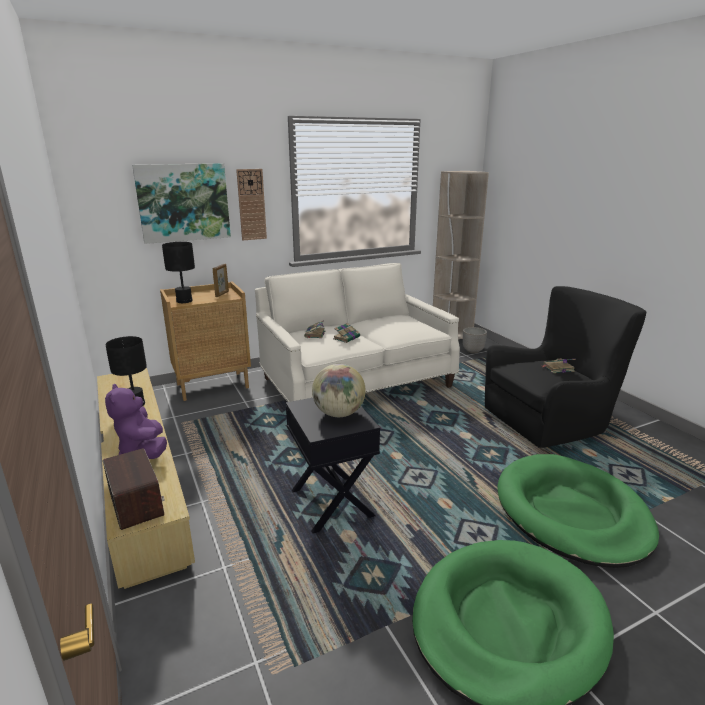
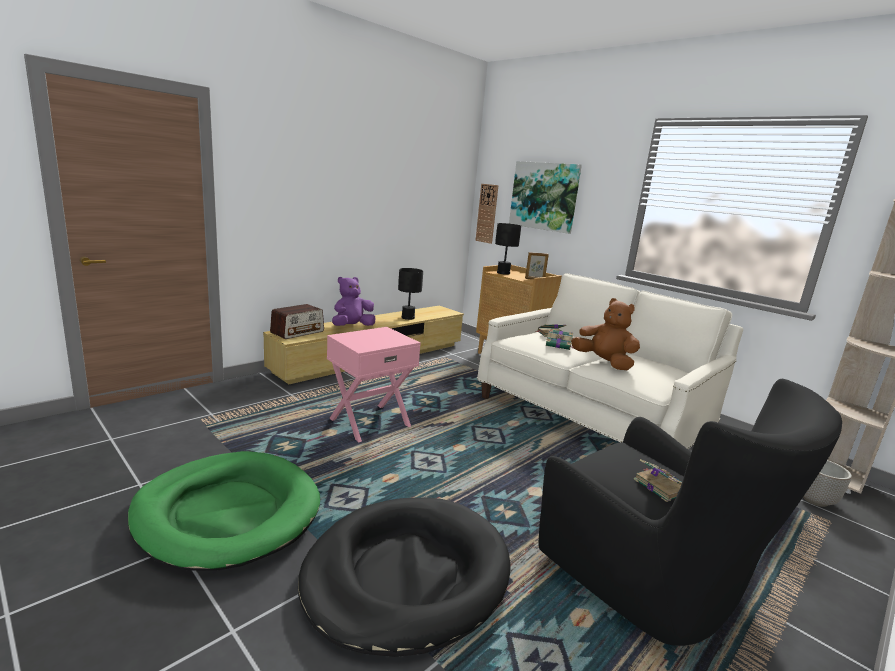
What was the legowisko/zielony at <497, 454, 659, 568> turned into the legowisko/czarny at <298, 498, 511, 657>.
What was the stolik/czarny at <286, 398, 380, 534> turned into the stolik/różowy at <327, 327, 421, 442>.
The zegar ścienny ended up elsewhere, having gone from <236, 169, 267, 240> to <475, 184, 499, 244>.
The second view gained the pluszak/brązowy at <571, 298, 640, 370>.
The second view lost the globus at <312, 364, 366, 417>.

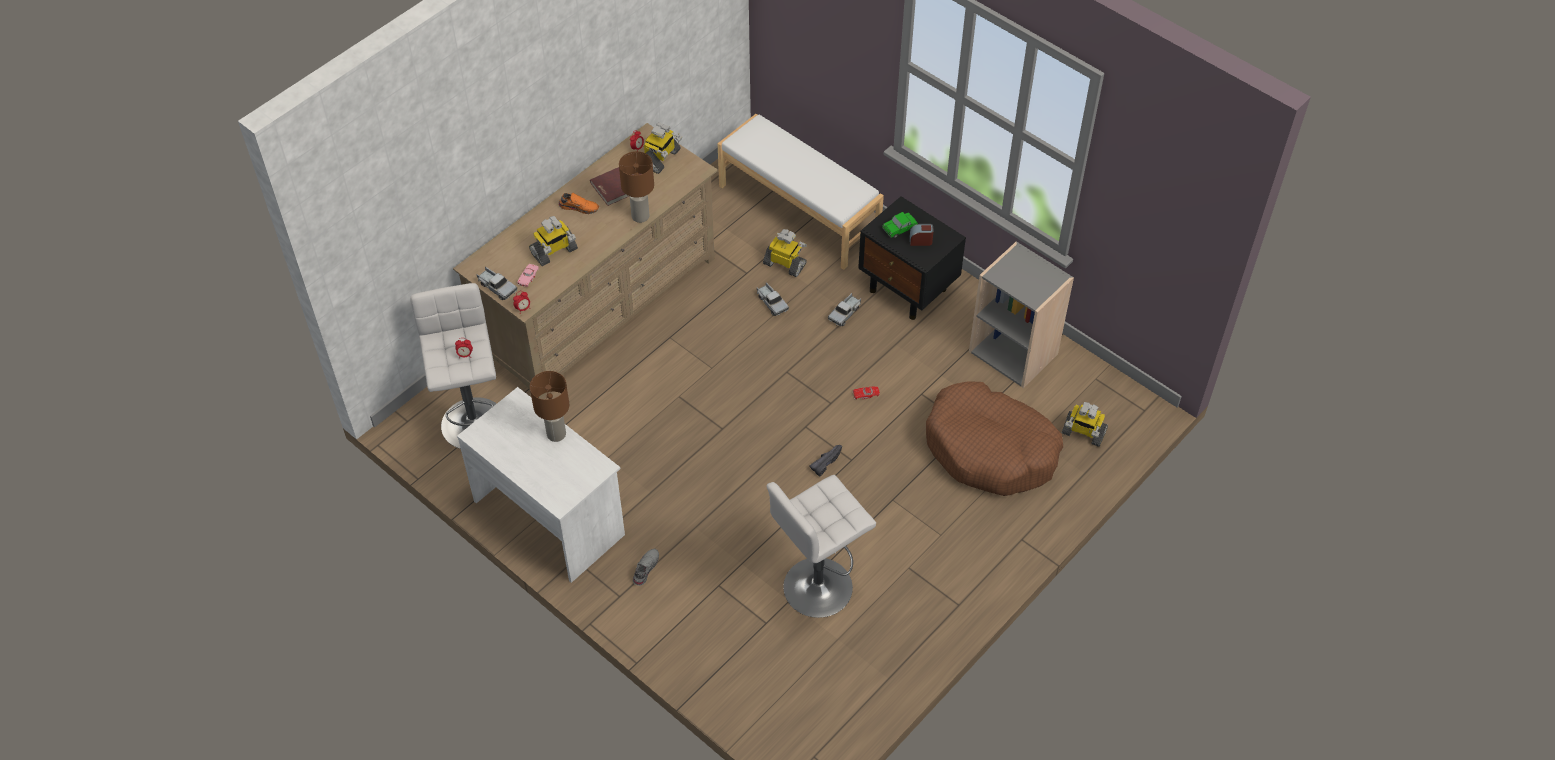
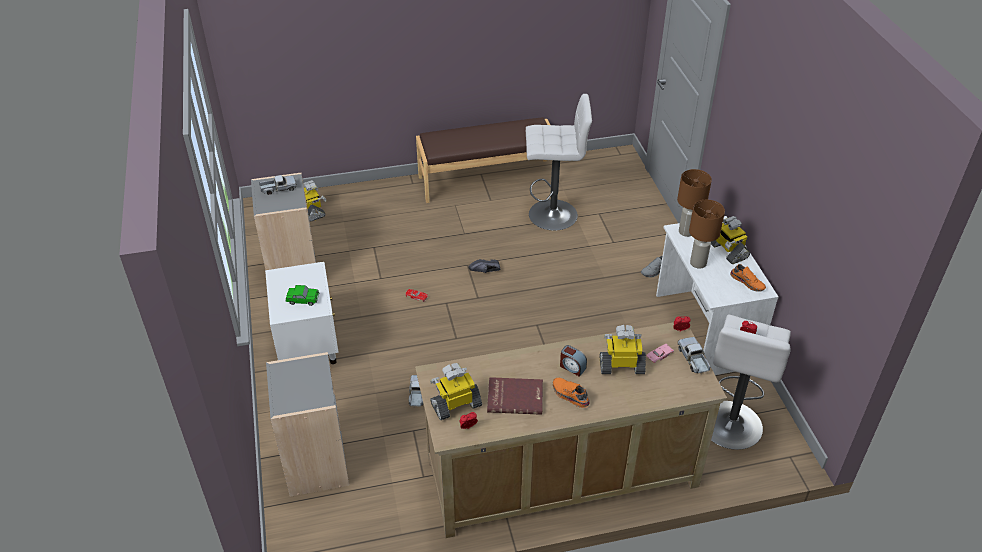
The ciężarówka zabawkowa ended up elsewhere, having gone from <828, 293, 861, 326> to <259, 175, 297, 195>.
What was the szafka nocna/czarny at <858, 196, 966, 320> turned into the szafka nocna/biały at <265, 262, 339, 364>.
Where the ławka/biały stood at <718, 114, 884, 270>, the regał/szary came to stand at <266, 352, 349, 497>.
The second view gained the ławka/brązowy at <416, 117, 550, 203>.
The budzik ended up elsewhere, having gone from <910, 224, 934, 246> to <560, 345, 587, 377>.
The lampa stołowa/brązowy ended up elsewhere, having gone from <619, 151, 654, 223> to <677, 169, 712, 237>.
The robot zabawkowy ended up elsewhere, having gone from <763, 229, 807, 277> to <711, 216, 750, 264>.
The second view gained the but/pomarańczowy at <730, 264, 766, 292>.
The second view lost the legowisko/brązowy at <926, 382, 1063, 496>.

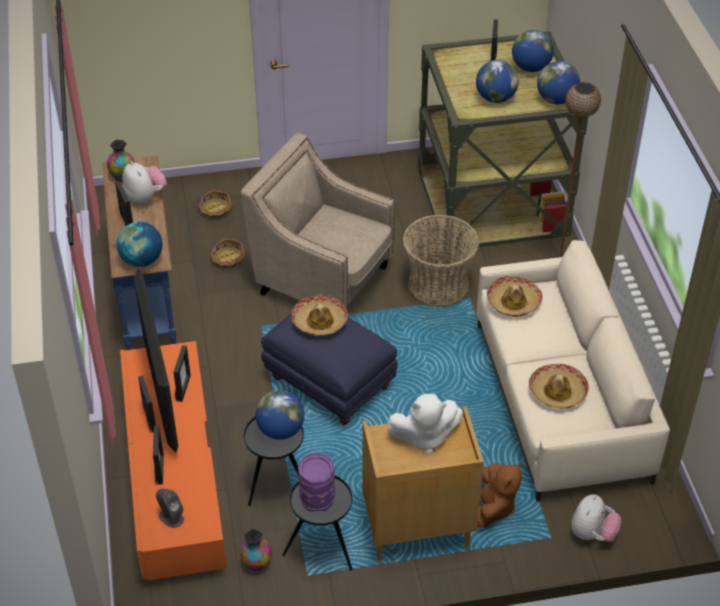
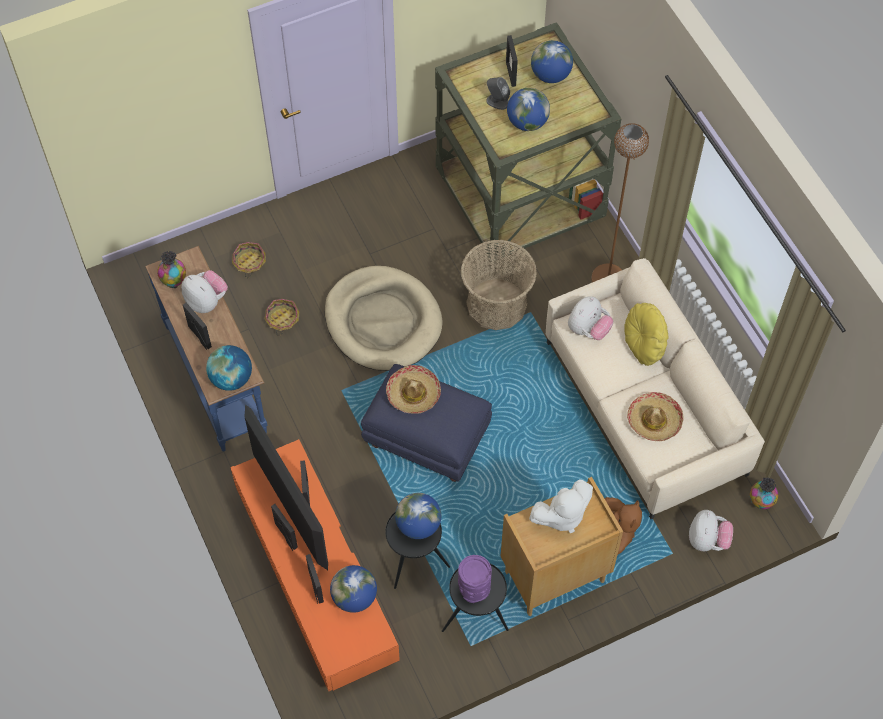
Where the fotel/beżowy stood at <241, 133, 395, 309>, the legowisko/beżowy came to stand at <325, 266, 443, 371>.
The globus ended up elsewhere, having gone from <537, 61, 580, 104> to <330, 565, 377, 613>.
The głośnik/szary ended up elsewhere, having gone from <156, 488, 184, 528> to <486, 77, 510, 110>.
Where the kapelusz stood at <487, 276, 543, 317>, the pluszak came to stand at <568, 296, 613, 340>.
The second view gained the poduszka/żółty at <624, 303, 669, 366>.
The wazon ended up elsewhere, having gone from <240, 529, 272, 571> to <750, 478, 778, 509>.

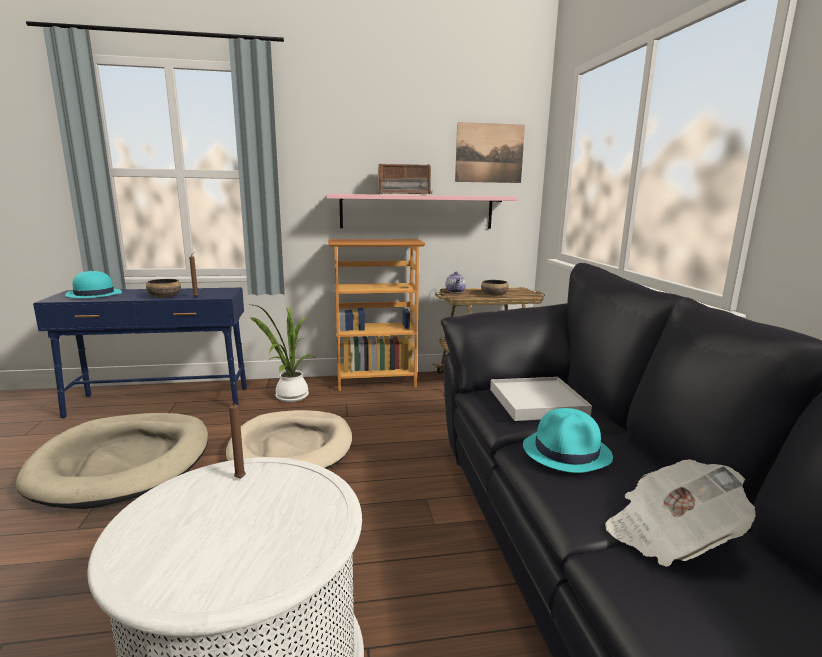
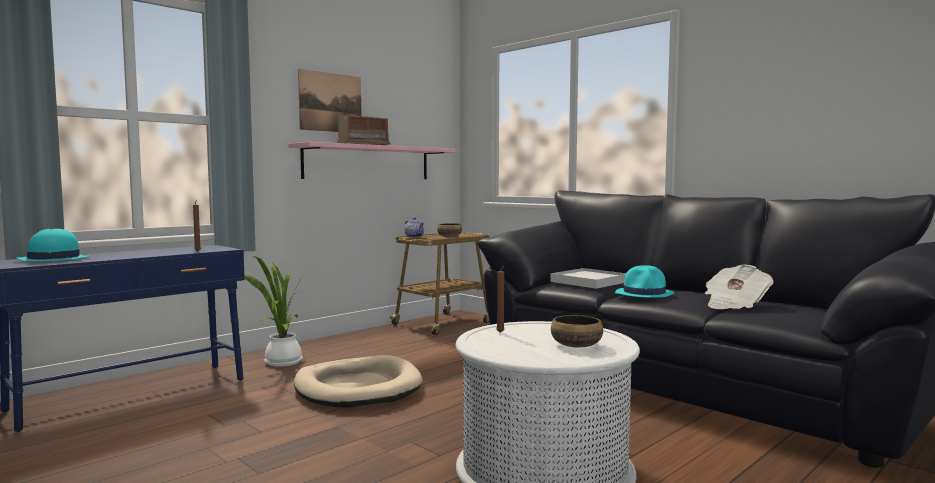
The obraz ended up elsewhere, having gone from <455, 122, 525, 183> to <298, 69, 361, 132>.
The miska ended up elsewhere, having gone from <146, 279, 181, 297> to <551, 315, 603, 347>.
The second view lost the legowisko/beżowy at <16, 413, 208, 509>.
The second view lost the regał at <328, 239, 426, 391>.

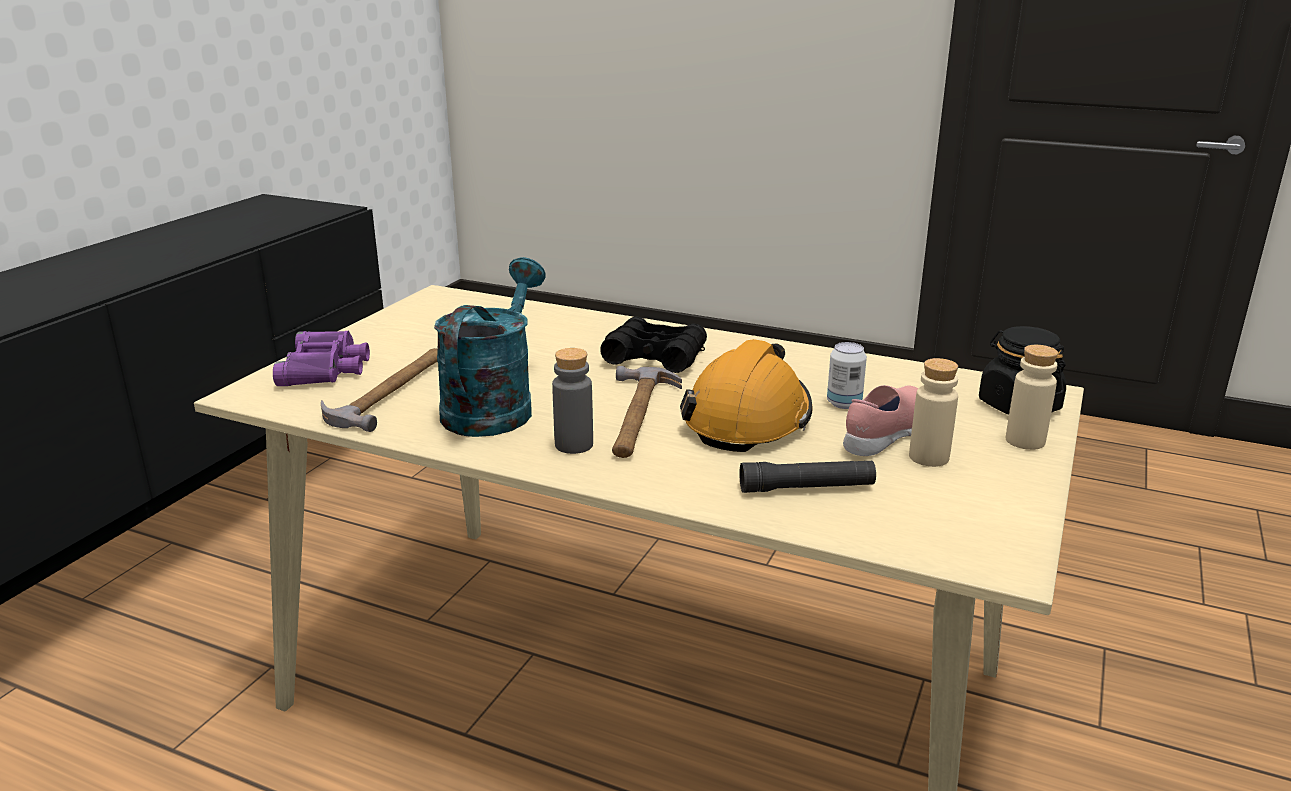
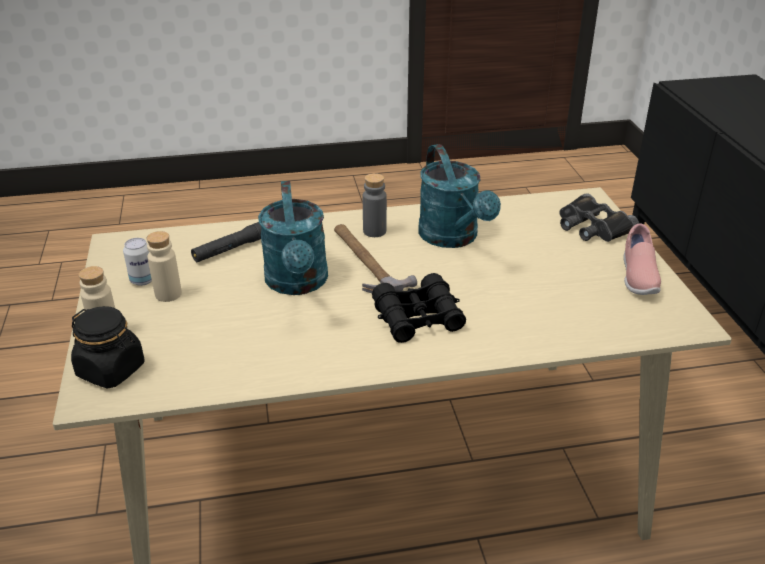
The puszka ended up elsewhere, having gone from <827, 342, 867, 409> to <123, 238, 152, 286>.
Where the kask/pomarańczowy stood at <680, 339, 812, 452>, the konewka/turkusowy came to stand at <258, 181, 328, 295>.
What was the lornetka/fioletowy at <273, 331, 370, 386> turned into the lornetka/czarny at <559, 193, 639, 242>.
The but/różowy ended up elsewhere, having gone from <843, 385, 918, 456> to <623, 224, 661, 295>.
The second view lost the młotek at <321, 348, 438, 432>.

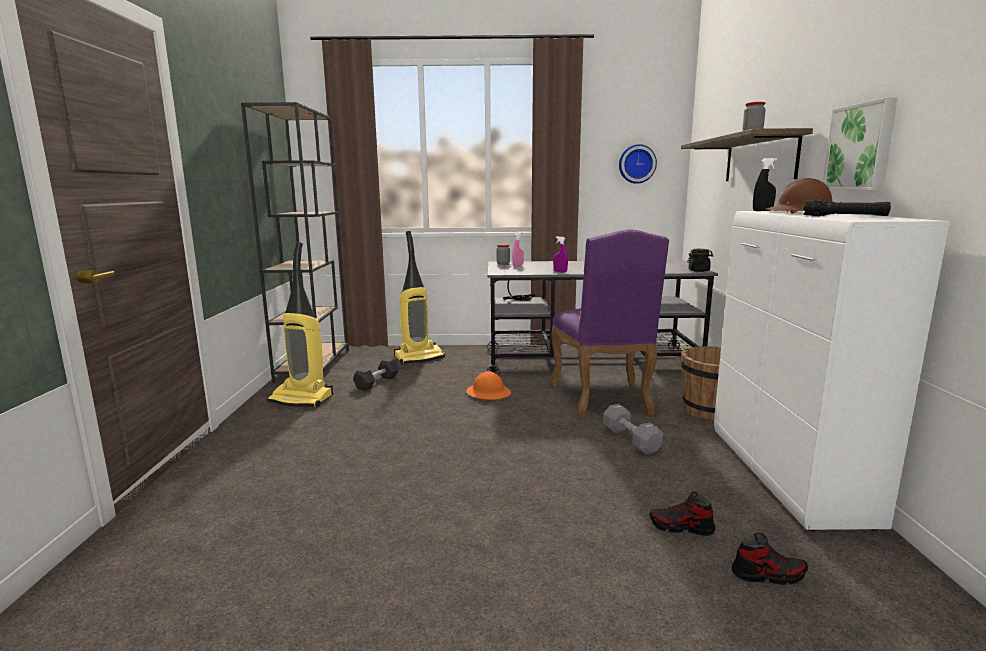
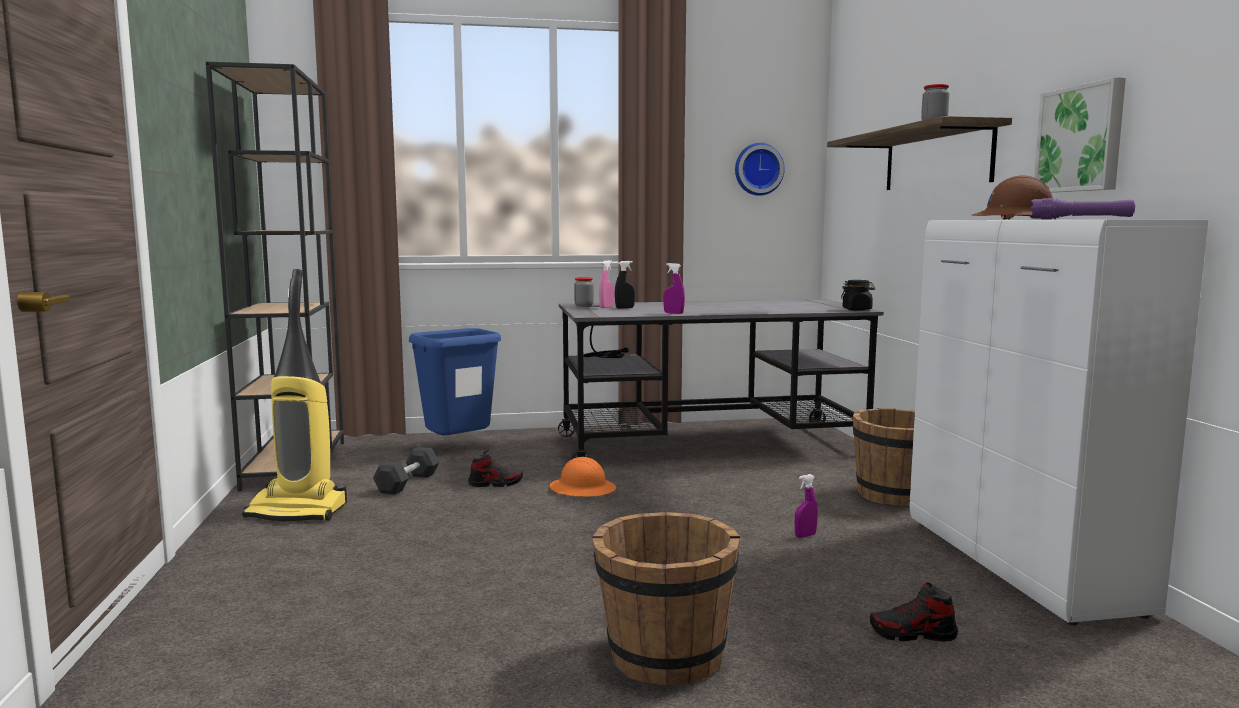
Where the odkurzacz stood at <394, 231, 445, 364>, the kosz na śmieci/niebieski came to stand at <409, 328, 501, 435>.
The but ended up elsewhere, having gone from <732, 533, 808, 585> to <468, 451, 523, 487>.
The second view gained the wiadro/brązowy at <592, 512, 740, 685>.
The spryskiwacz/czarny ended up elsewhere, having gone from <753, 158, 777, 211> to <615, 261, 635, 309>.
Where the hantel/szary stood at <603, 404, 663, 455>, the spryskiwacz/fioletowy came to stand at <795, 474, 818, 538>.
What was the latarka/czarny at <803, 199, 891, 216> turned into the latarka/fioletowy at <1030, 198, 1135, 219>.
The second view lost the krzesło/fioletowy at <550, 229, 669, 418>.

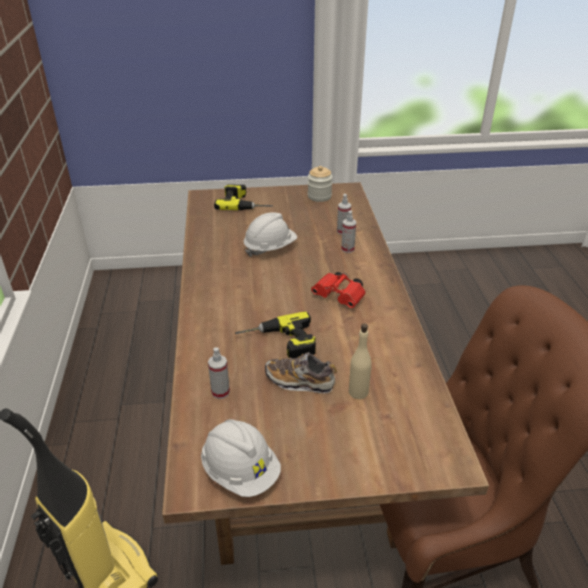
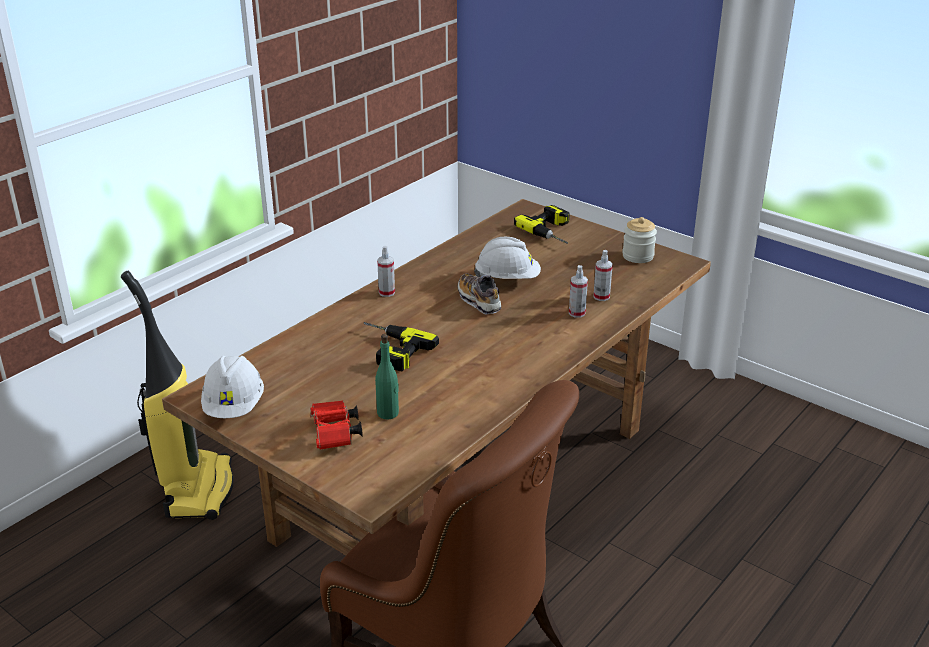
The lornetka/czerwony ended up elsewhere, having gone from <311, 272, 366, 308> to <310, 400, 363, 450>.
What was the butelka/beżowy at <349, 324, 372, 399> turned into the butelka/zielony at <375, 334, 399, 419>.
The spryskiwacz ended up elsewhere, having gone from <208, 347, 230, 399> to <377, 246, 395, 297>.
The but ended up elsewhere, having gone from <265, 352, 337, 394> to <458, 273, 501, 315>.

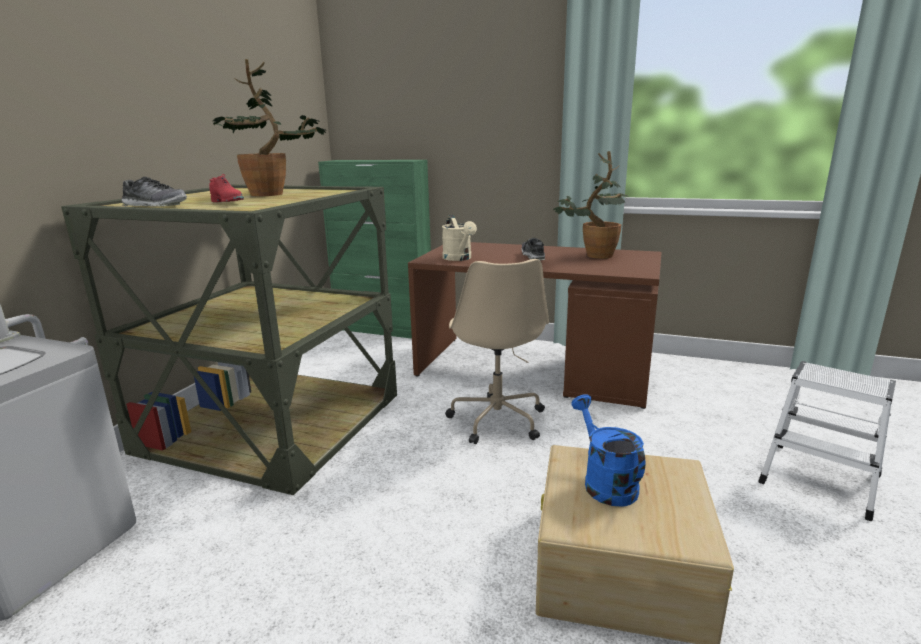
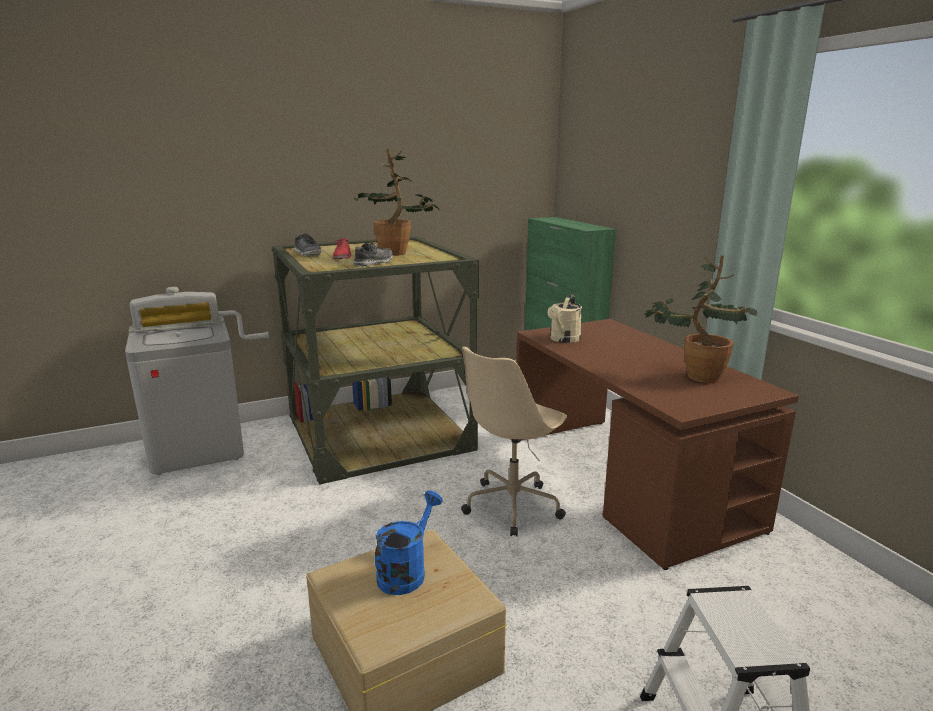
The but ended up elsewhere, having gone from <521, 238, 545, 260> to <353, 242, 393, 267>.

